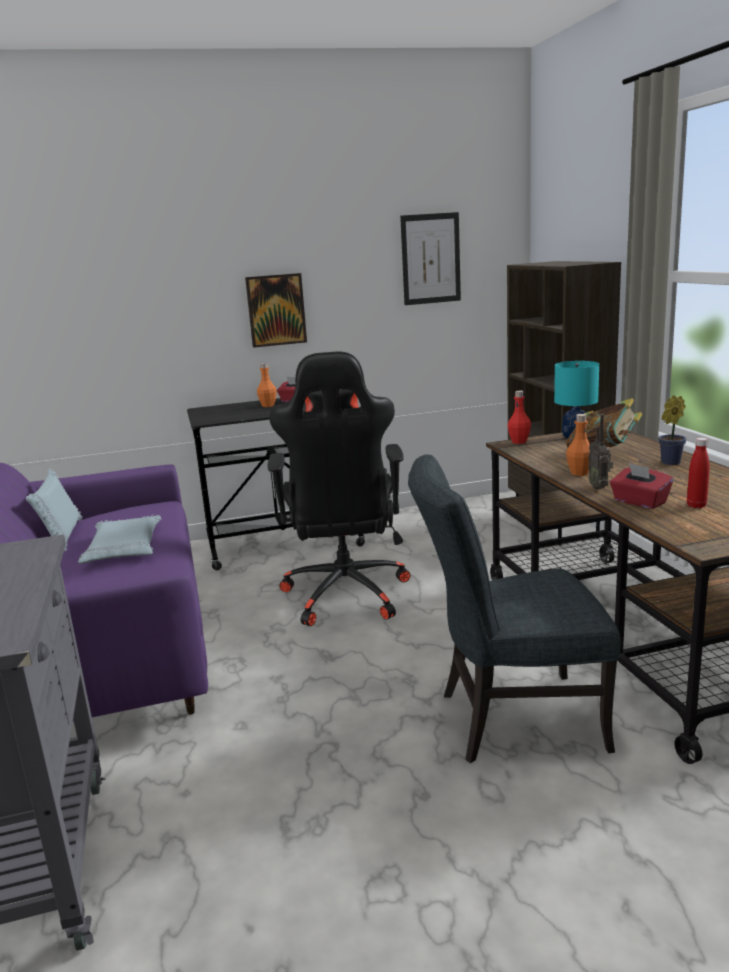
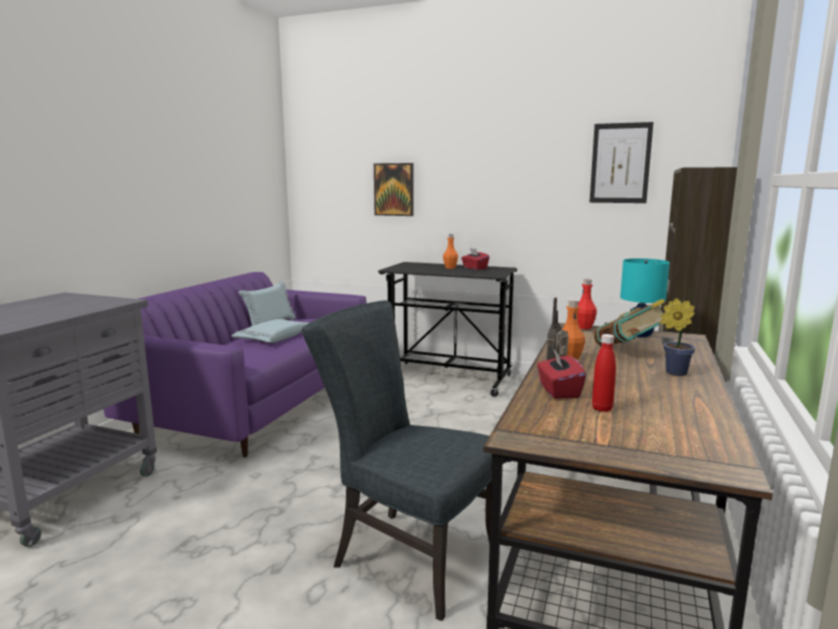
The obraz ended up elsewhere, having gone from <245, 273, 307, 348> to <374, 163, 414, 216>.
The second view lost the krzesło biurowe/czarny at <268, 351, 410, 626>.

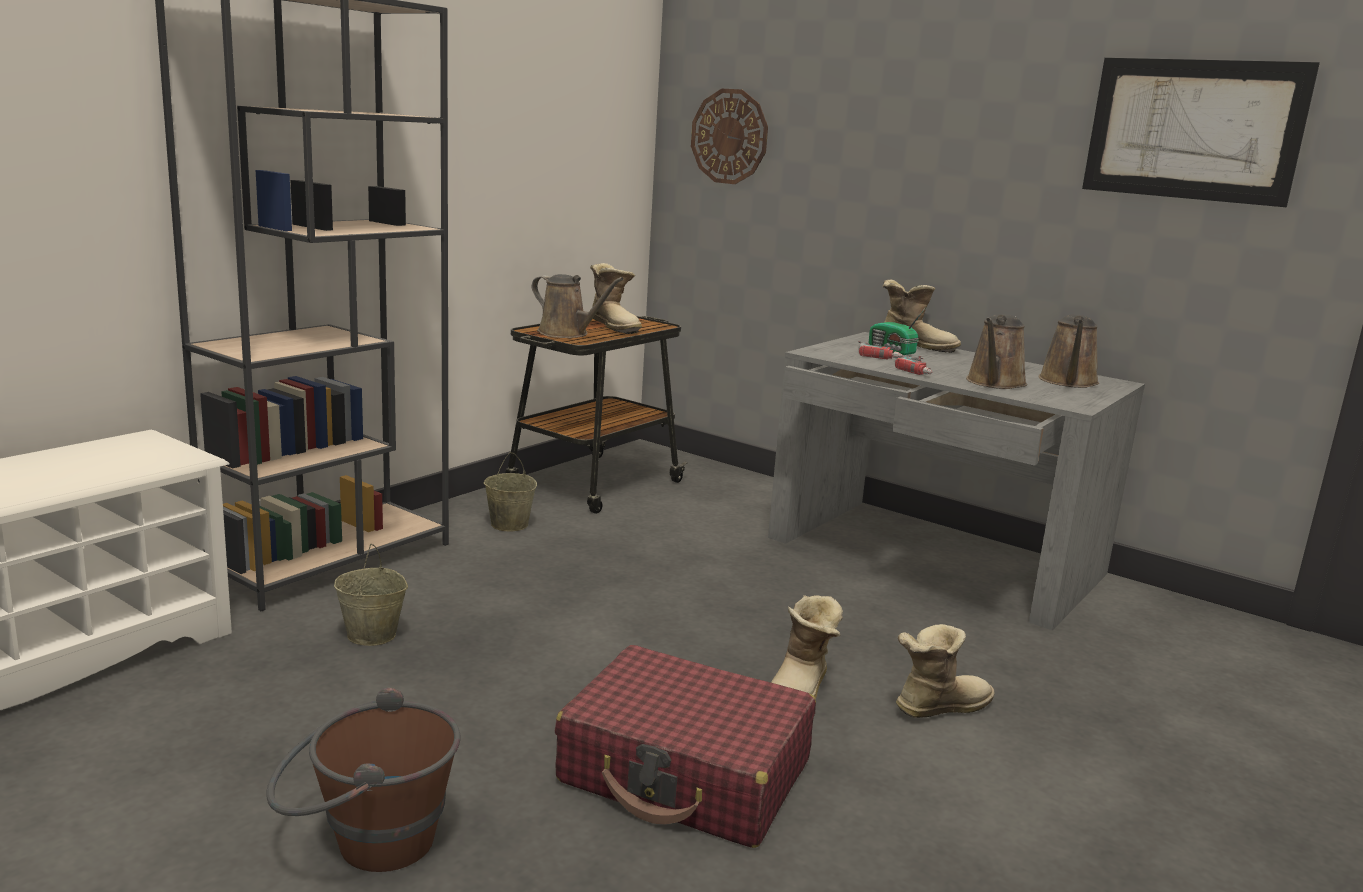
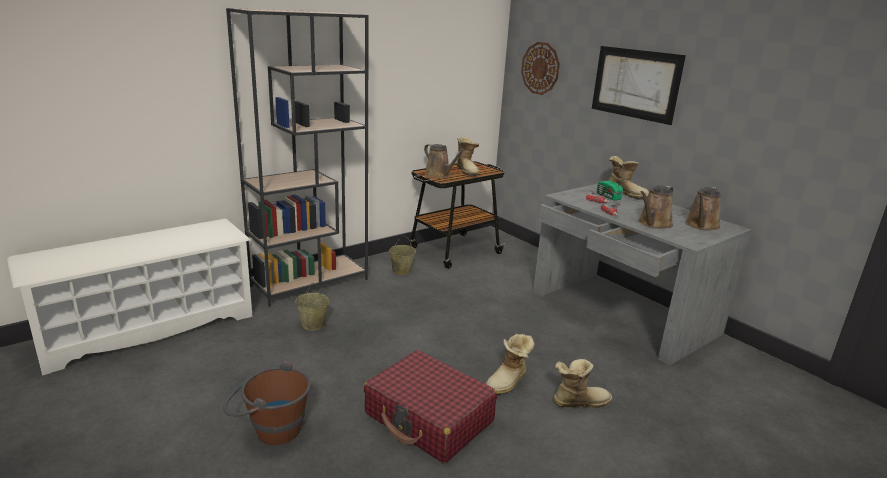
The obraz ended up elsewhere, having gone from <1082, 58, 1320, 207> to <592, 46, 686, 125>.

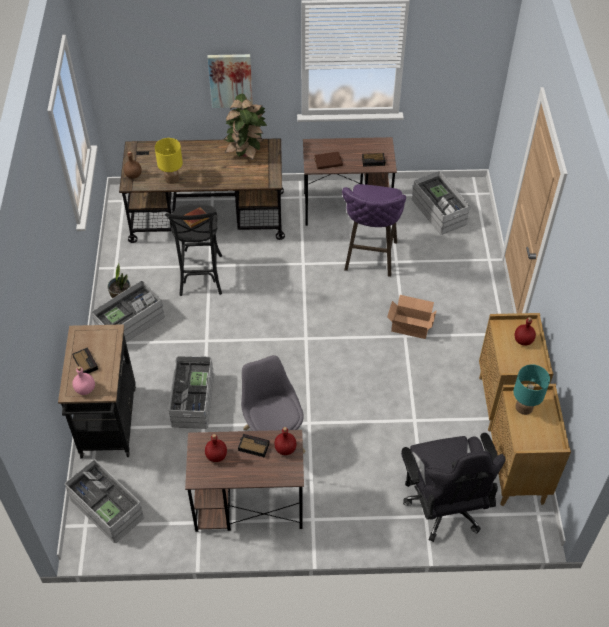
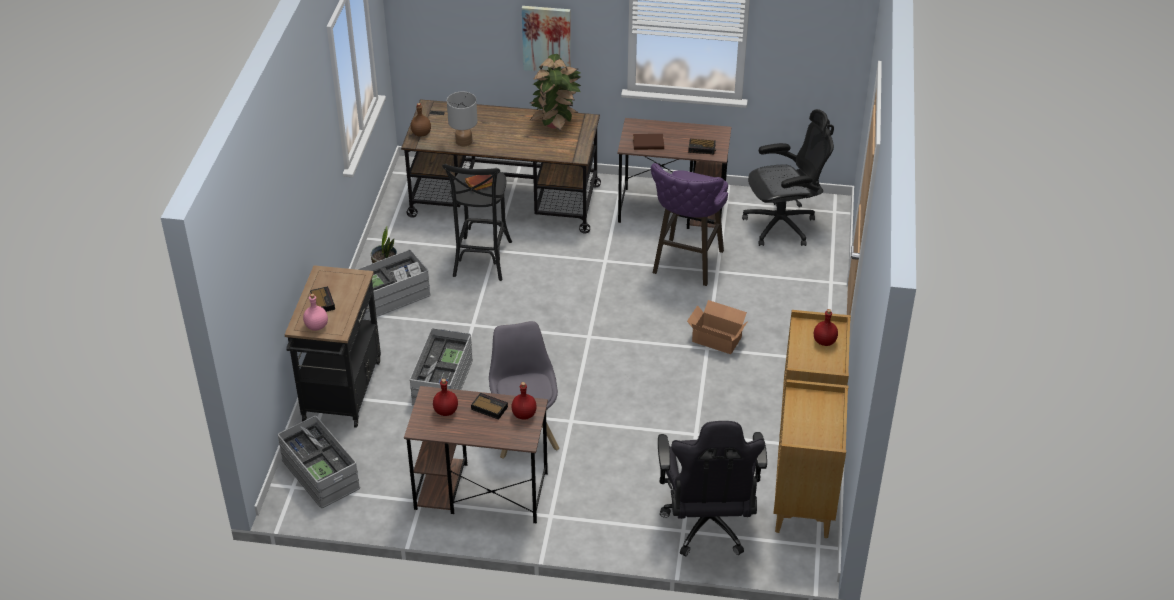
What was the lampa stołowa/żółty at <155, 138, 183, 184> turned into the lampa stołowa/szary at <447, 92, 478, 147>.
Where the pojemnik do przechowywania/szary stood at <412, 171, 470, 235>, the krzesło biurowe came to stand at <742, 109, 834, 246>.
The second view lost the lampa stołowa/turkusowy at <513, 364, 550, 415>.

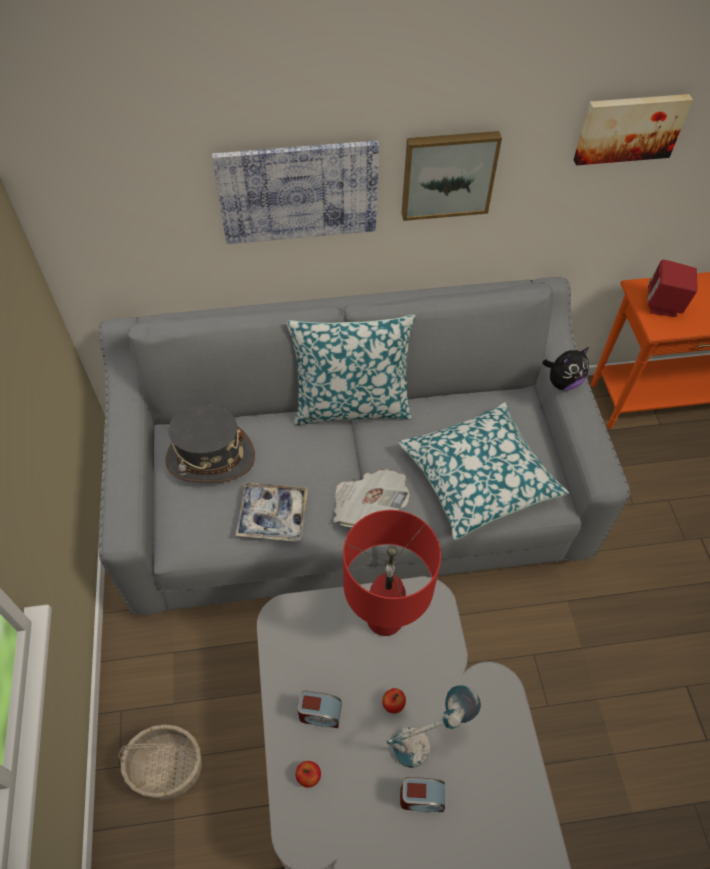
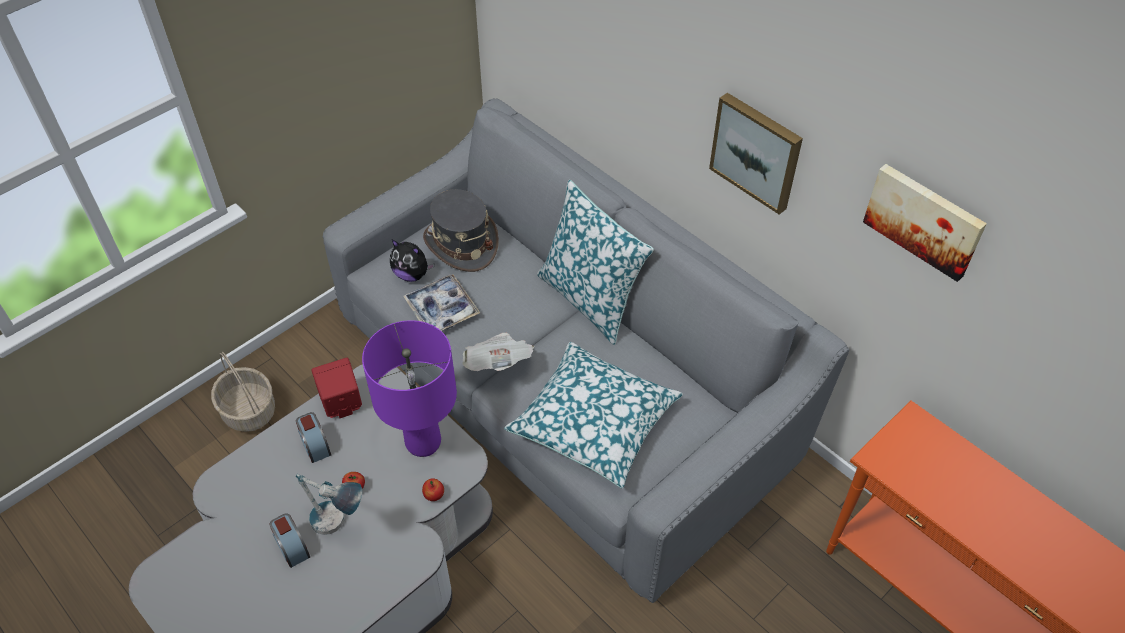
The głośnik/czerwony ended up elsewhere, having gone from <648, 259, 698, 317> to <312, 358, 362, 418>.
What was the lampa stołowa/czerwony at <343, 510, 441, 636> turned into the lampa stołowa/fioletowy at <362, 320, 457, 457>.
The pluszak ended up elsewhere, having gone from <543, 347, 589, 390> to <390, 239, 434, 282>.
The jabłko ended up elsewhere, having gone from <296, 761, 321, 788> to <422, 478, 444, 501>.
The second view lost the obraz at <212, 141, 379, 244>.

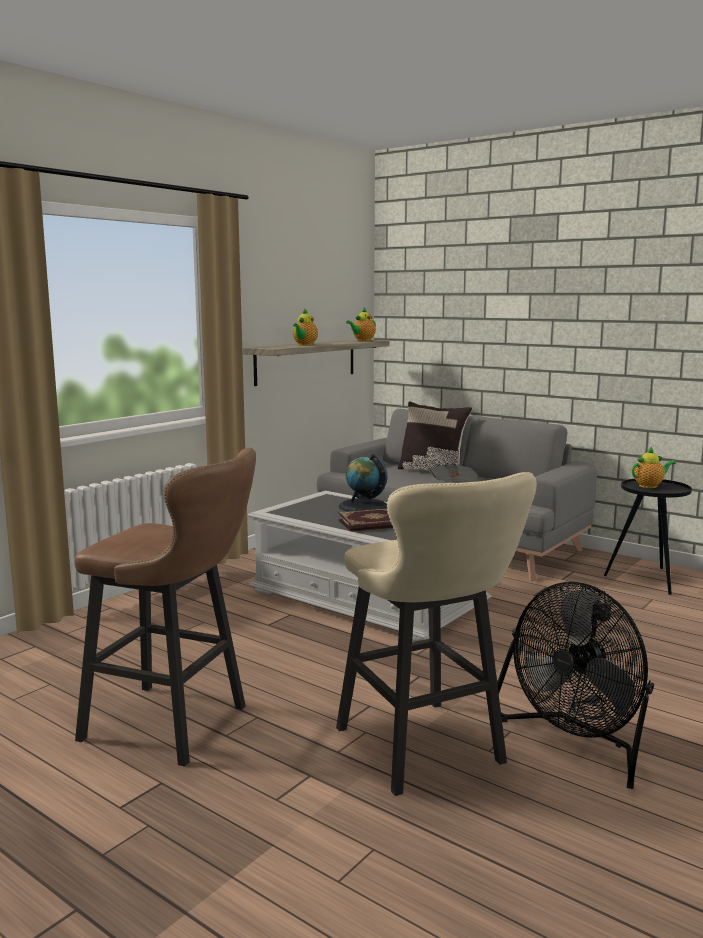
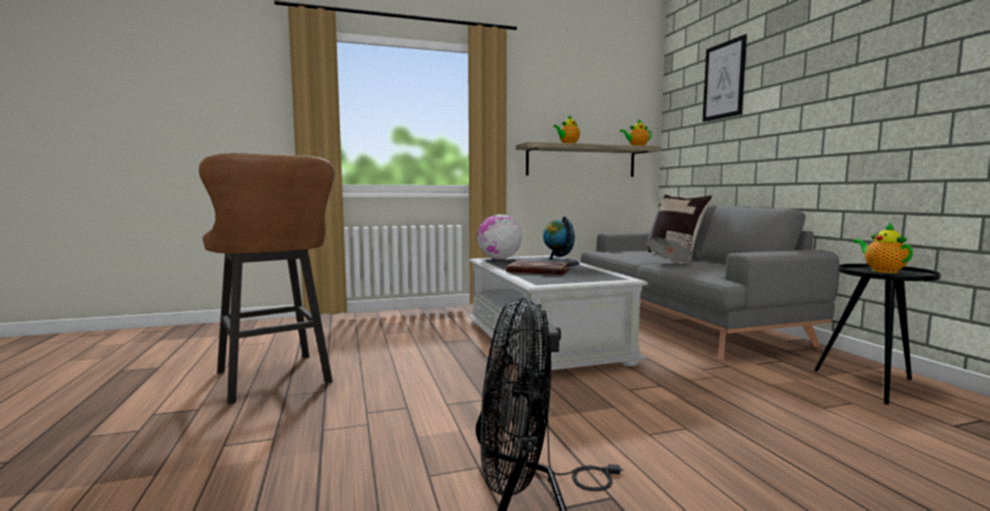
The second view gained the globus at <477, 215, 522, 260>.
The second view gained the obraz at <703, 34, 747, 122>.
The imbryk at <632, 447, 676, 488> ended up facing another way, 120 degrees counterclockwise from before.
The second view lost the stołek/beżowy at <336, 472, 537, 796>.

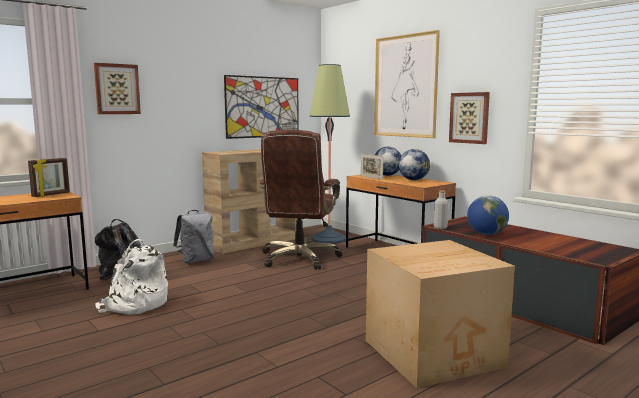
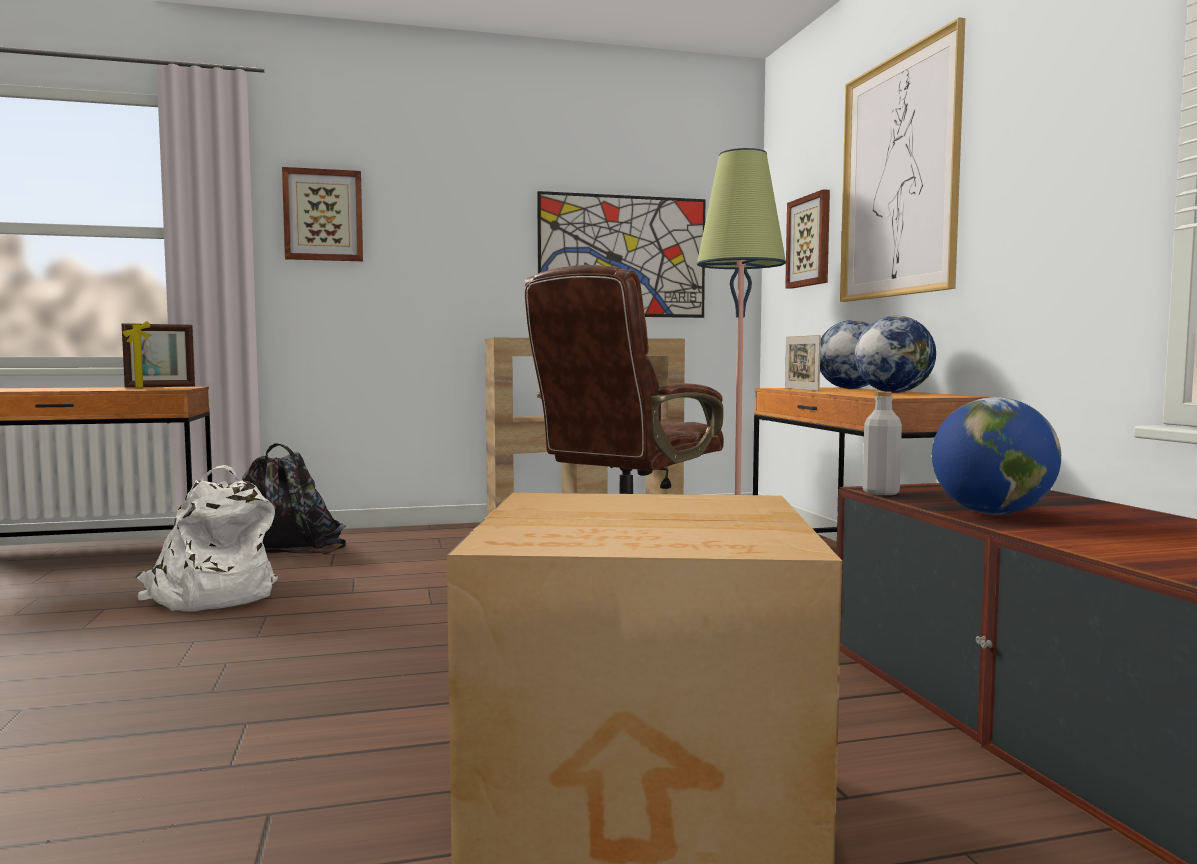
The obraz ended up elsewhere, having gone from <449, 92, 490, 144> to <785, 189, 830, 289>.
The second view lost the plecak/szary at <173, 210, 214, 264>.

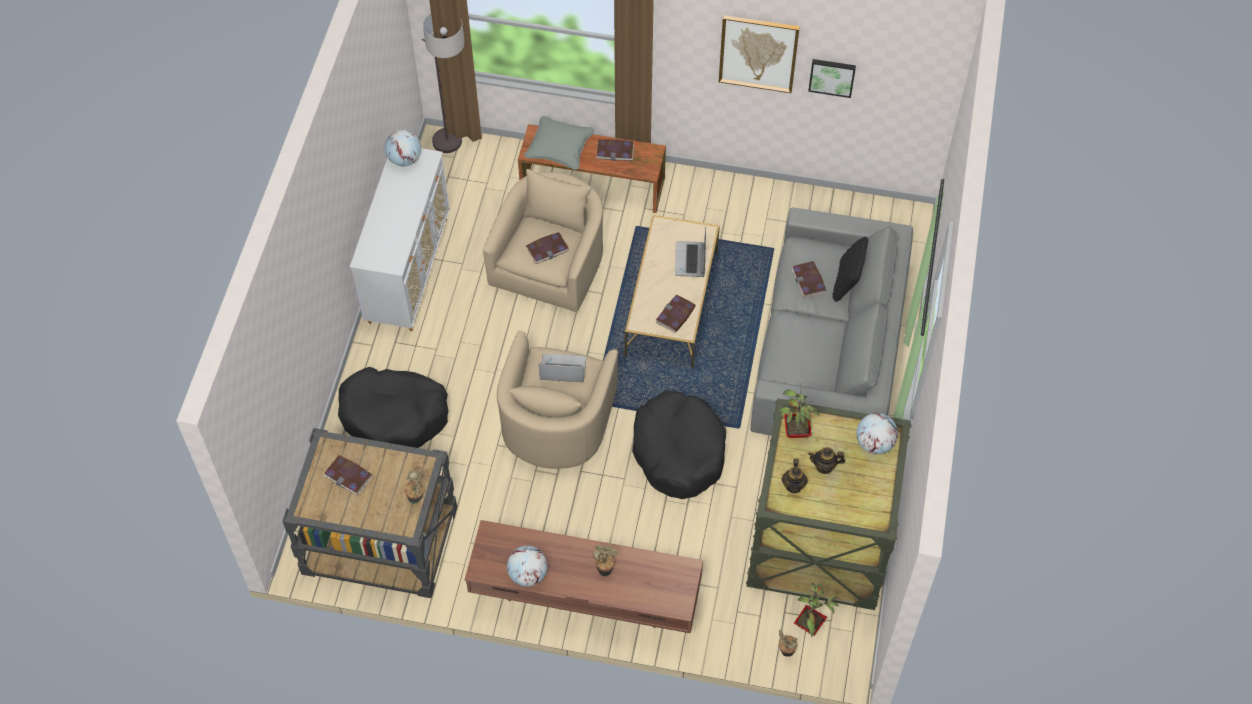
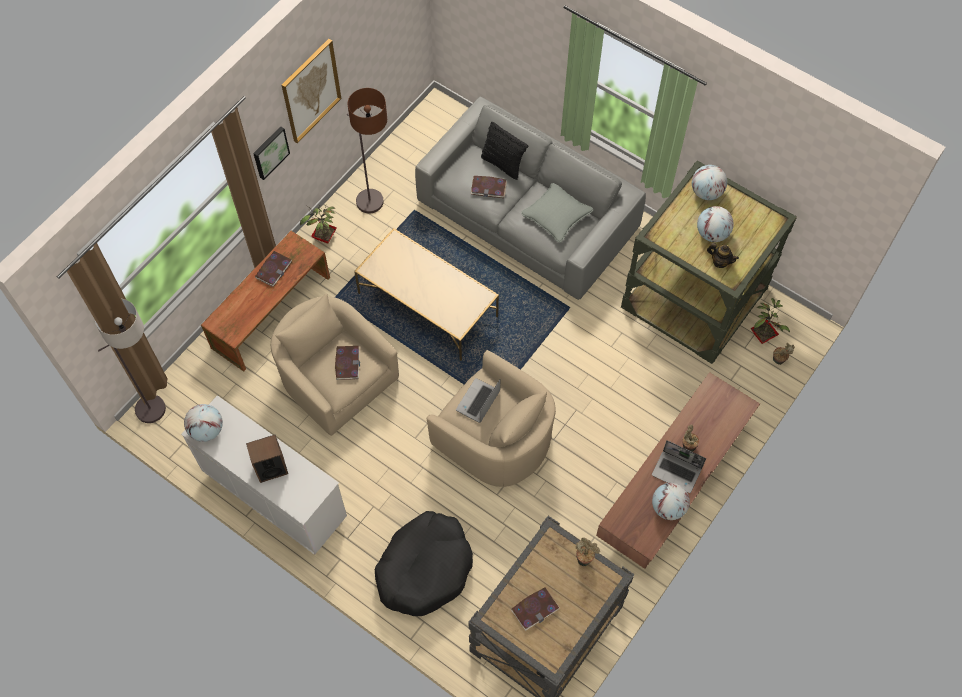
The second view gained the głośnik at <246, 435, 288, 483>.
The obraz ended up elsewhere, having gone from <808, 59, 856, 98> to <253, 126, 290, 180>.
The roślina doniczkowa ended up elsewhere, having gone from <779, 390, 819, 438> to <300, 206, 337, 244>.
The second view gained the lampa stojąca/brązowy at <346, 88, 387, 213>.
The poduszka/szary ended up elsewhere, having gone from <524, 116, 594, 170> to <521, 183, 593, 243>.
The laptop ended up elsewhere, having gone from <675, 226, 706, 277> to <652, 440, 706, 493>.
Where the imbryk stood at <808, 447, 845, 474>, the globus came to stand at <697, 206, 734, 242>.
The second view lost the legowisko/czarny at <632, 391, 726, 499>.
The second view lost the książka at <656, 295, 695, 333>.

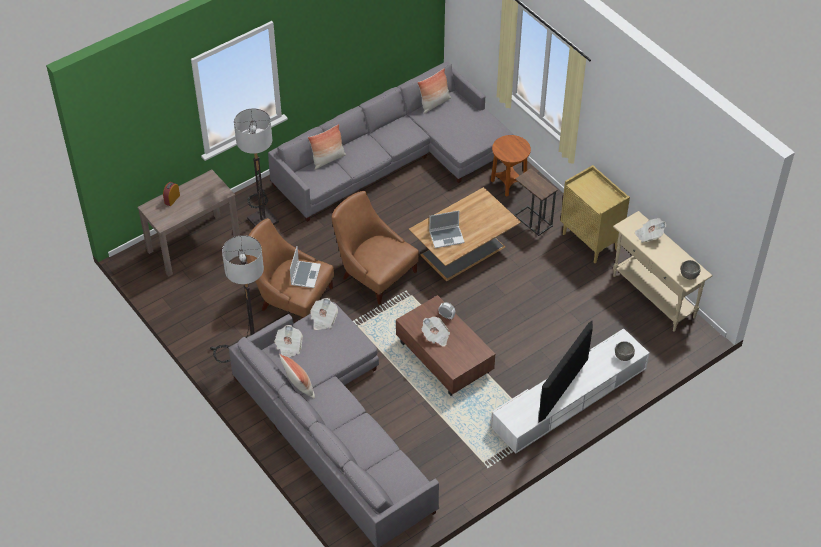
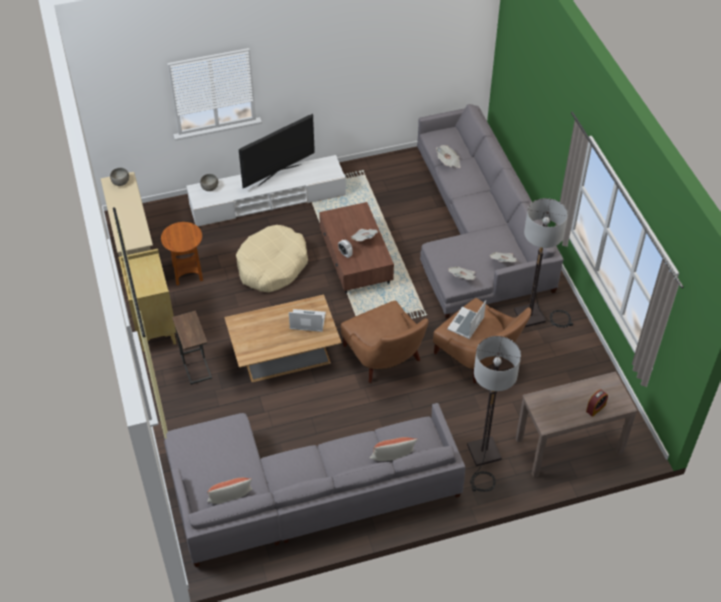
The stolik/brązowy ended up elsewhere, having gone from <491, 135, 531, 197> to <161, 222, 203, 285>.
The second view gained the legowisko/beżowy at <236, 225, 308, 292>.
The gazeta ended up elsewhere, having gone from <635, 218, 667, 243> to <436, 145, 461, 168>.
The second view lost the poduszka at <279, 353, 315, 399>.

